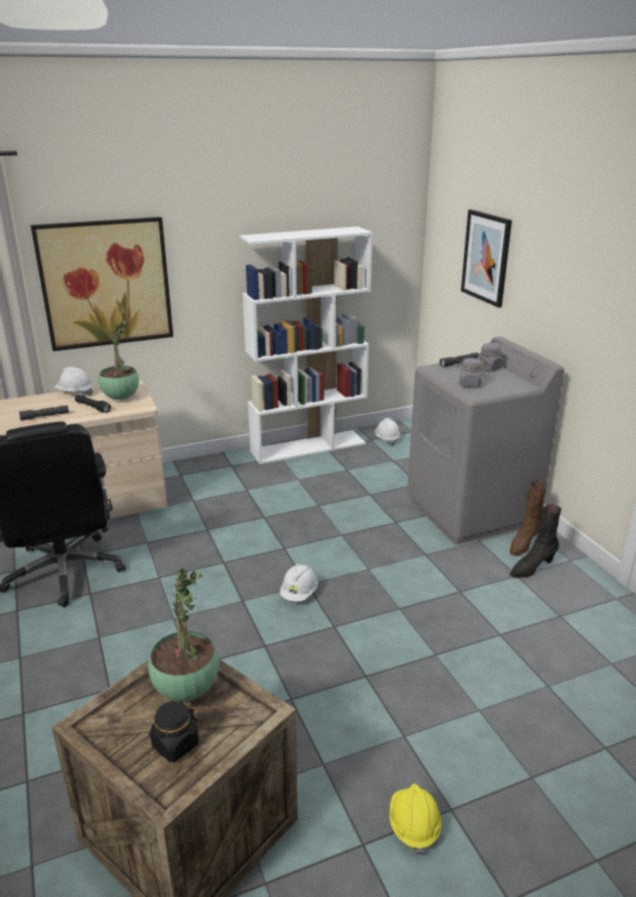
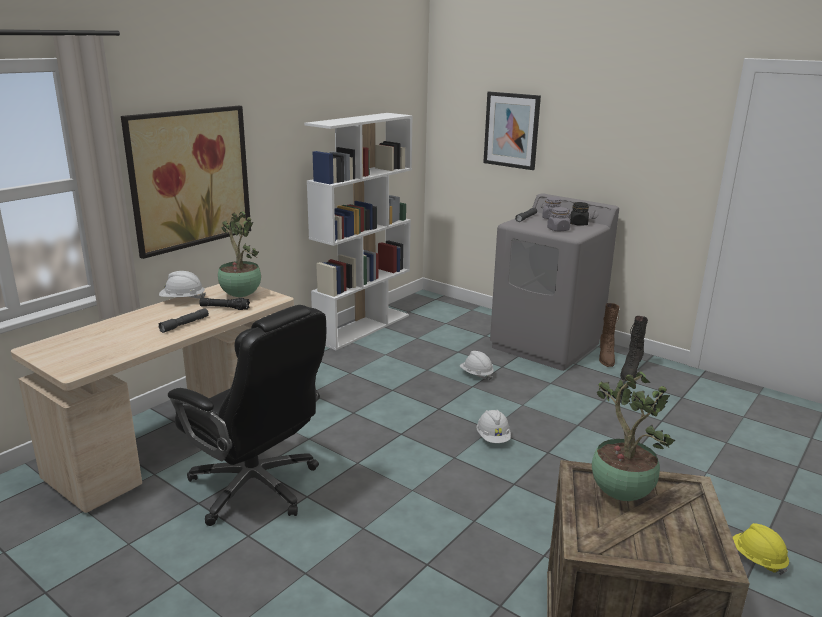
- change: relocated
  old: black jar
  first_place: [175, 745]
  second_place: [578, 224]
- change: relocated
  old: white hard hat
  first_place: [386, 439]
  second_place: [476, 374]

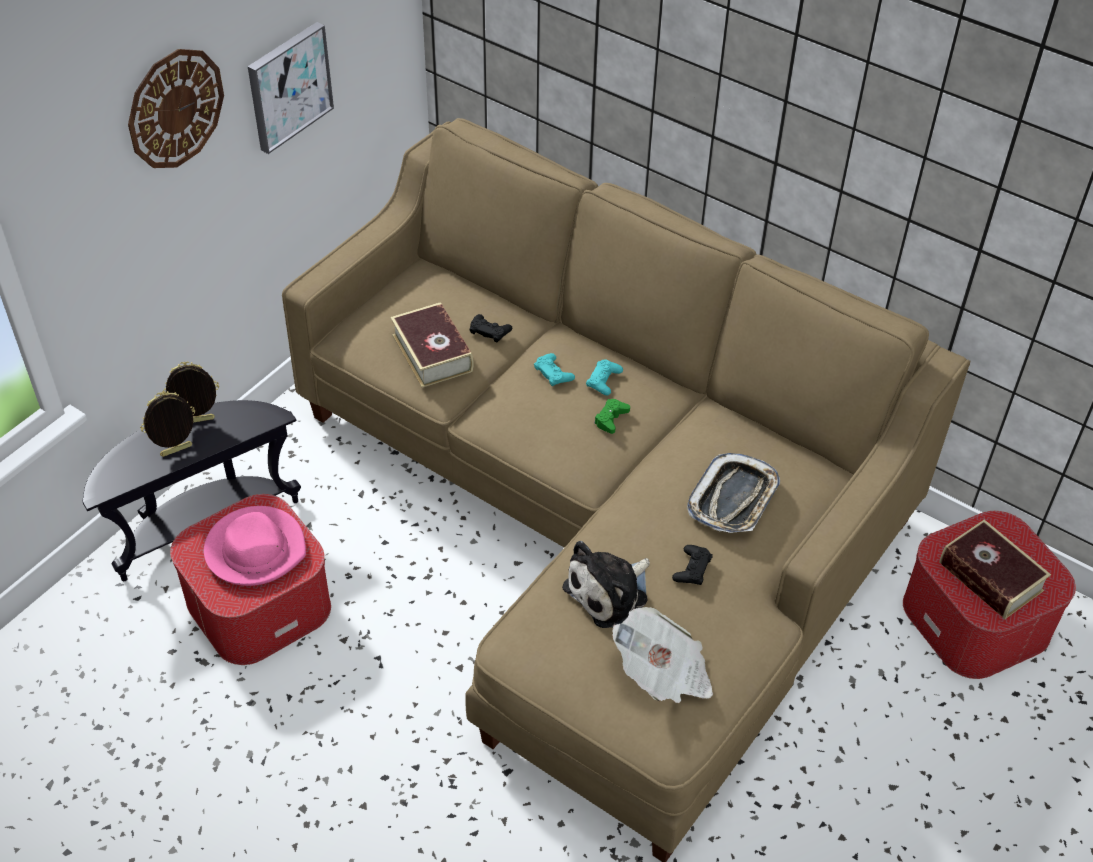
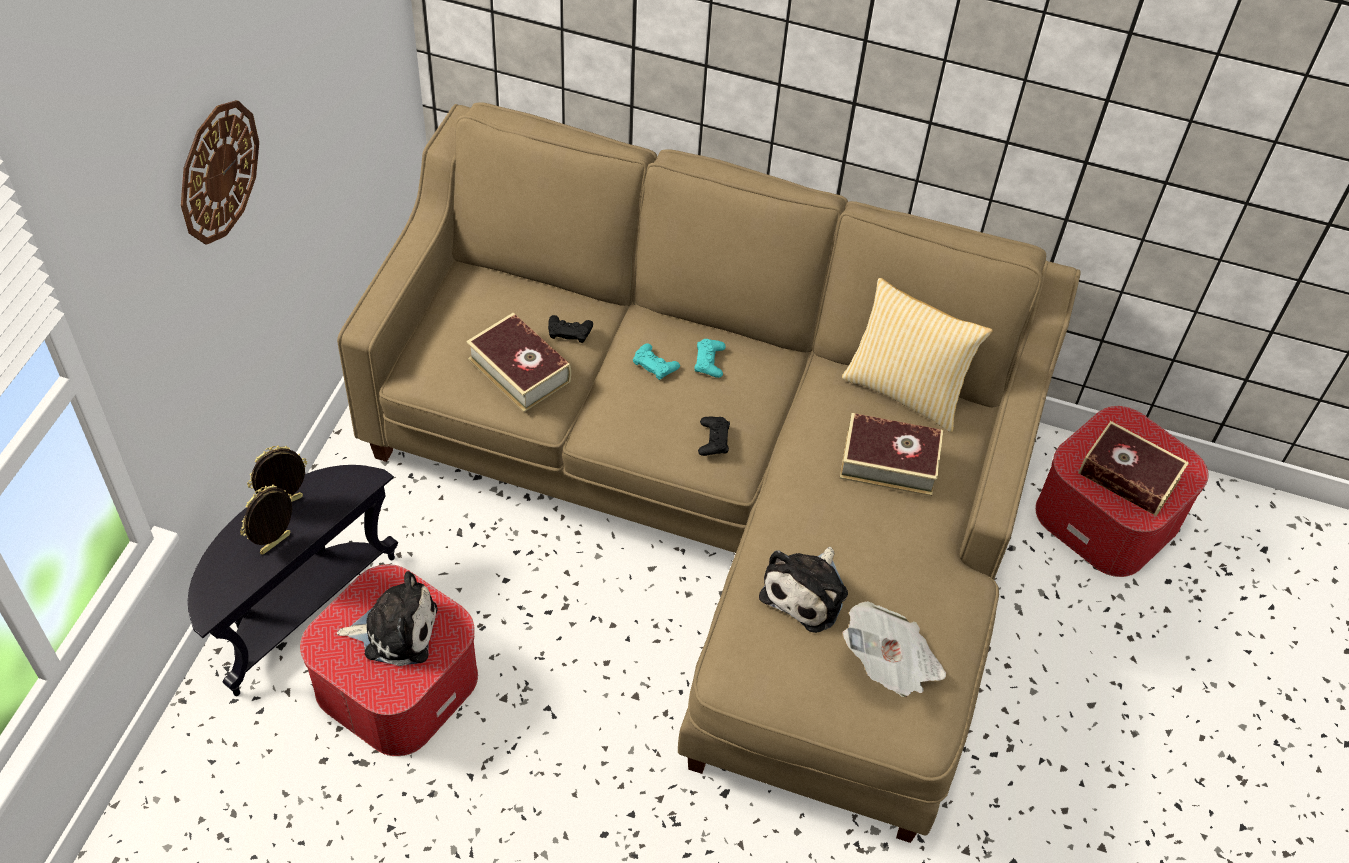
- change: missing
  old: picture
  first_place: [288, 86]
- change: missing
  old: green game controller
  first_place: [611, 419]
- change: appeared
  new: pillow
  second_place: [905, 390]
- change: relocated
  old: black game controller
  first_place: [692, 569]
  second_place: [713, 439]
- change: exchanged
  old: pink hat
  new: plush toy
  first_place: [255, 549]
  second_place: [395, 630]
- change: exchanged
  old: tray
  new: book
  first_place: [733, 499]
  second_place: [889, 462]

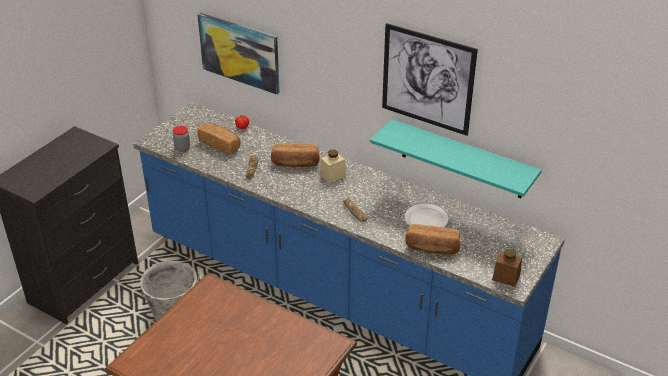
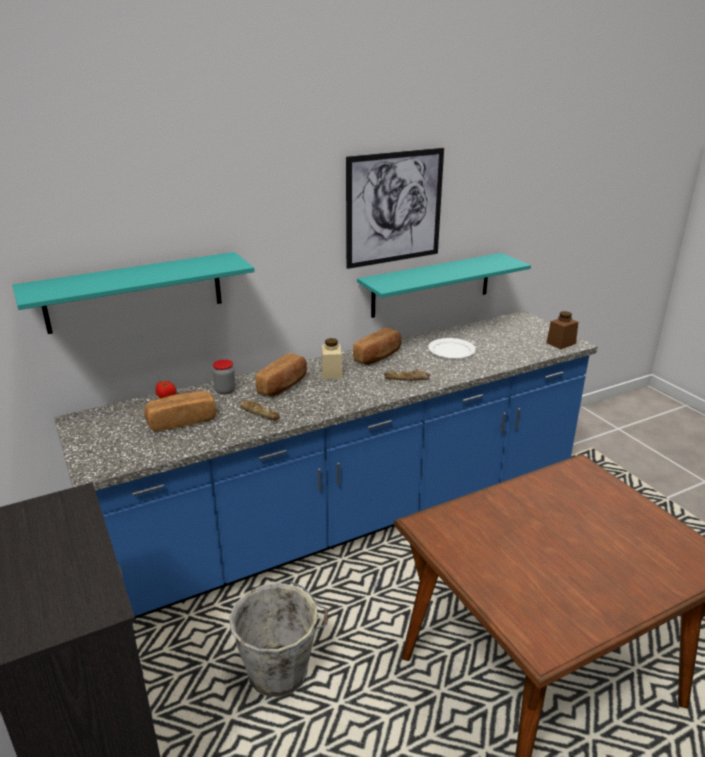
- change: relocated
  old: jar
  first_place: [182, 148]
  second_place: [225, 390]
- change: relocated
  old: bread
  first_place: [432, 248]
  second_place: [378, 356]
- change: exchanged
  old: picture
  new: turquoise shelf
  first_place: [240, 52]
  second_place: [135, 292]

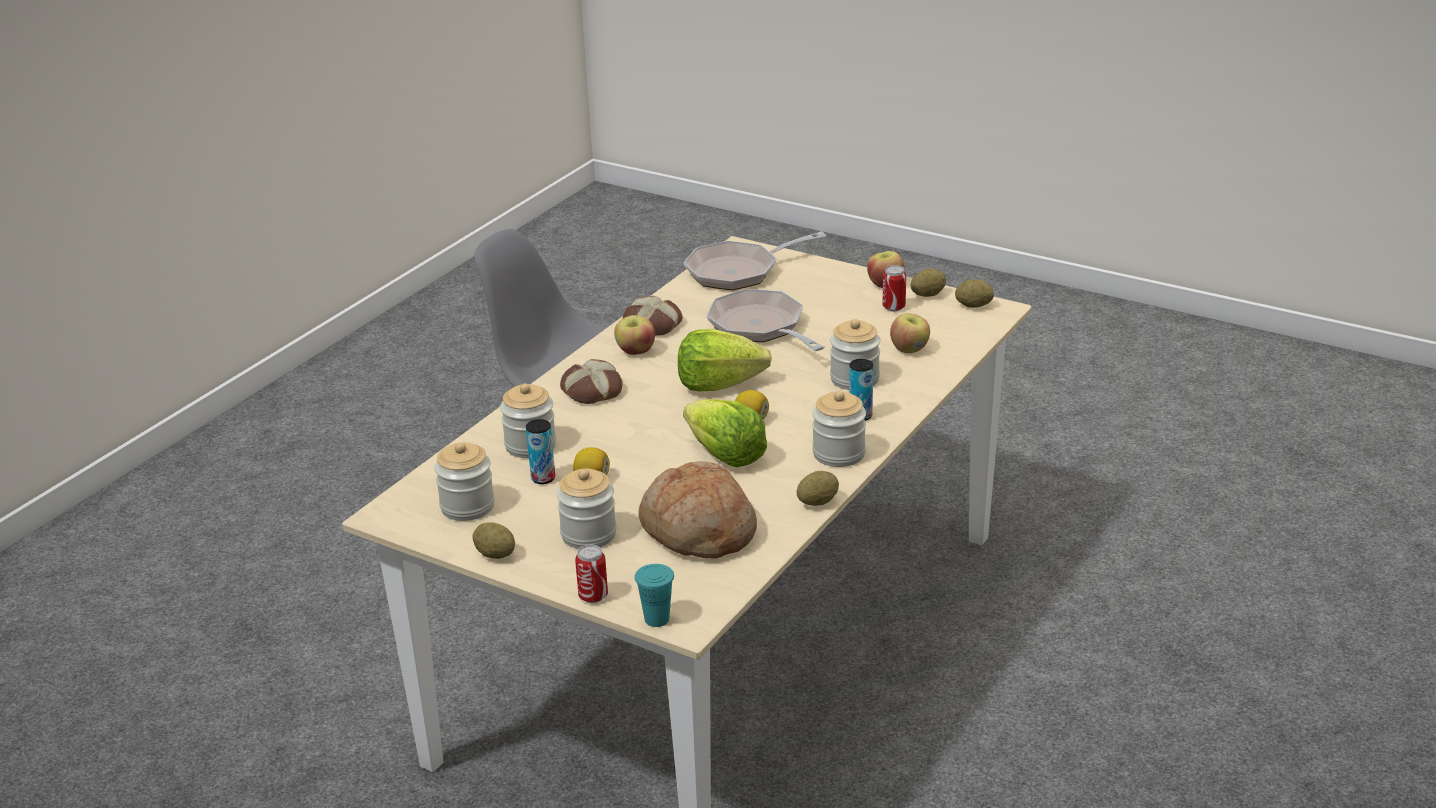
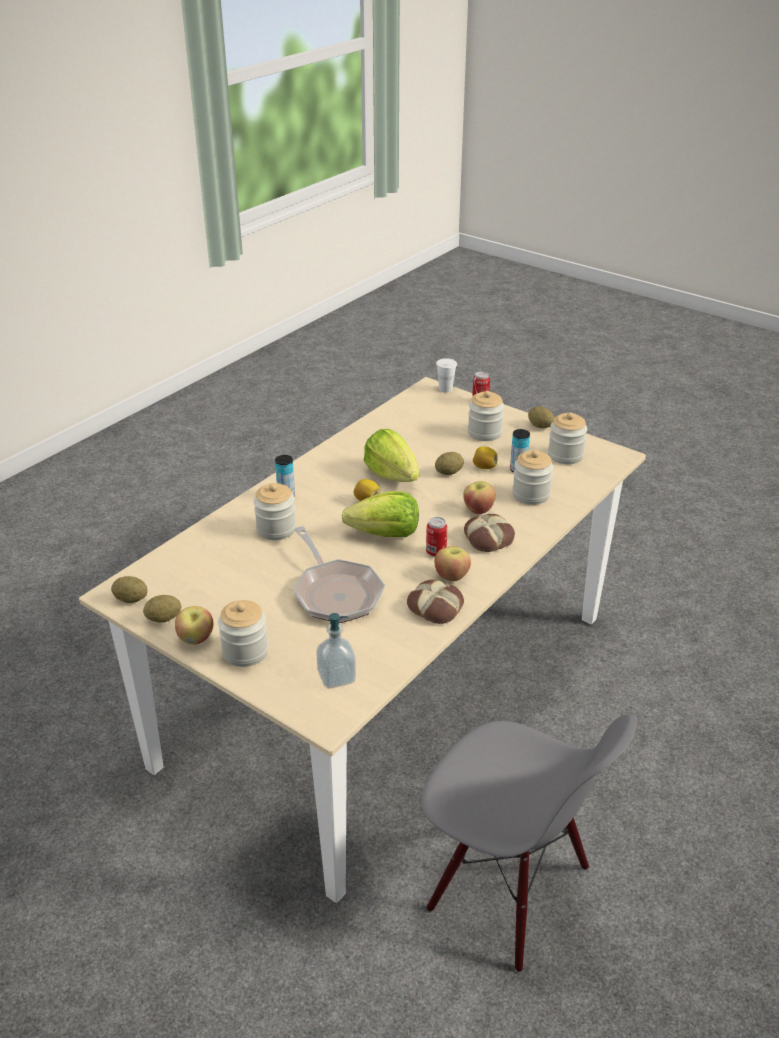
- change: missing
  old: bread
  first_place: [698, 531]
- change: relocated
  old: potato
  first_place: [817, 502]
  second_place: [449, 472]
- change: relocated
  old: jar
  first_place: [839, 454]
  second_place: [245, 651]
- change: relocated
  old: can
  first_place: [894, 307]
  second_place: [436, 552]
- change: relocated
  old: apple
  first_place: [909, 349]
  second_place: [478, 509]
- change: exchanged
  old: frying pan
  new: soap dispenser
  first_place: [739, 271]
  second_place: [336, 677]
- change: colour
  old: turquoise cup
  new: white cup
  first_place: [657, 619]
  second_place: [445, 389]

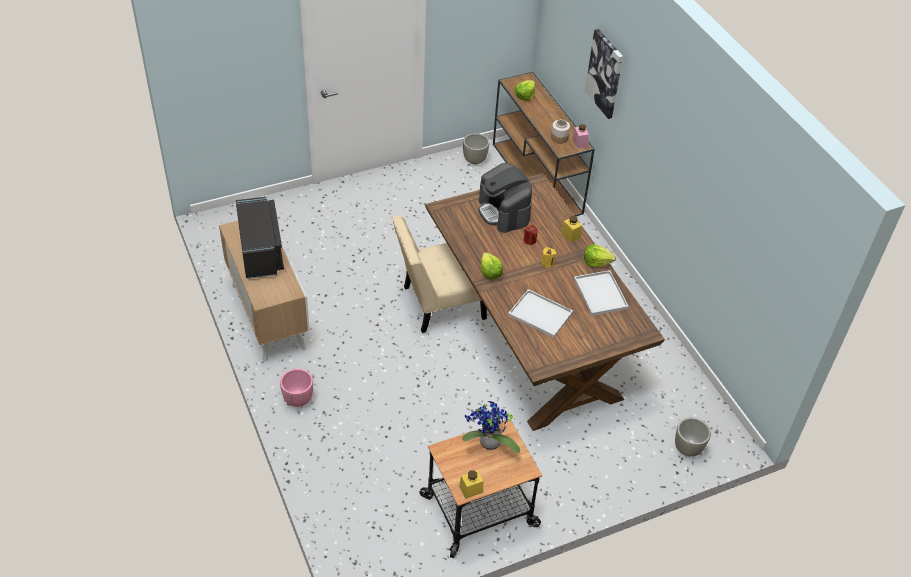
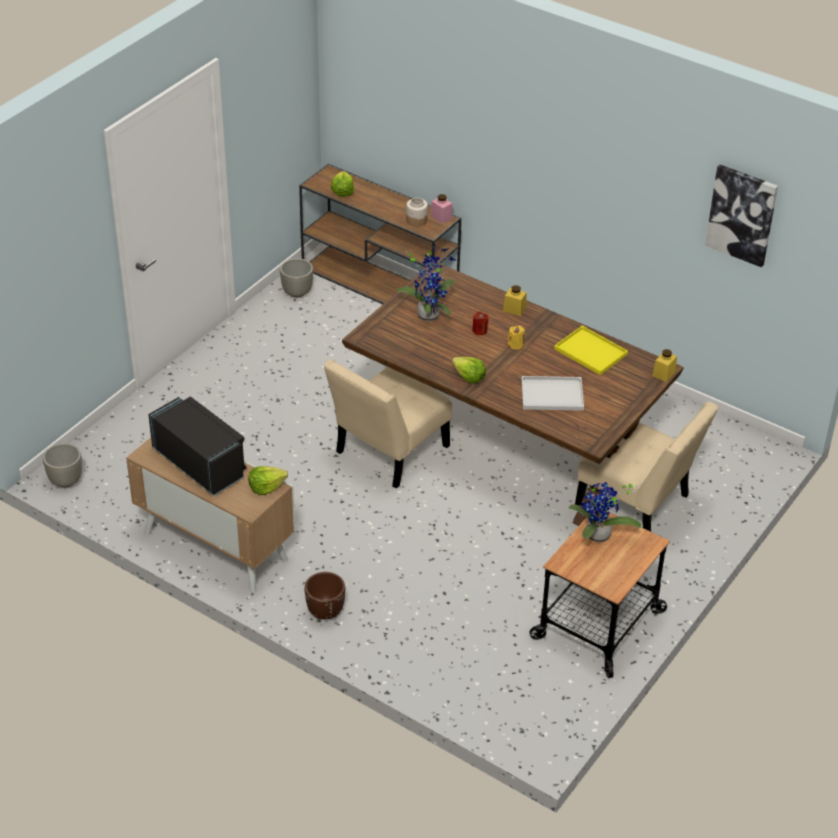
- change: appeared
  new: beige chair
  second_place: [637, 504]
- change: relocated
  old: yellow jar
  first_place: [471, 489]
  second_place: [664, 373]
- change: relocated
  old: lettuce
  first_place: [596, 262]
  second_place: [266, 486]
- change: relocated
  old: picture
  first_place: [605, 73]
  second_place: [742, 214]
- change: relocated
  old: grey planter
  first_place: [688, 449]
  second_place: [66, 481]
- change: exchanged
  old: coffee machine
  new: potted plant
  first_place: [504, 212]
  second_place: [429, 314]
- change: colour
  old: pink planter
  new: brown planter
  first_place: [298, 399]
  second_place: [326, 611]
- change: colour
  old: white tray
  new: yellow tray
  first_place: [599, 293]
  second_place: [589, 351]

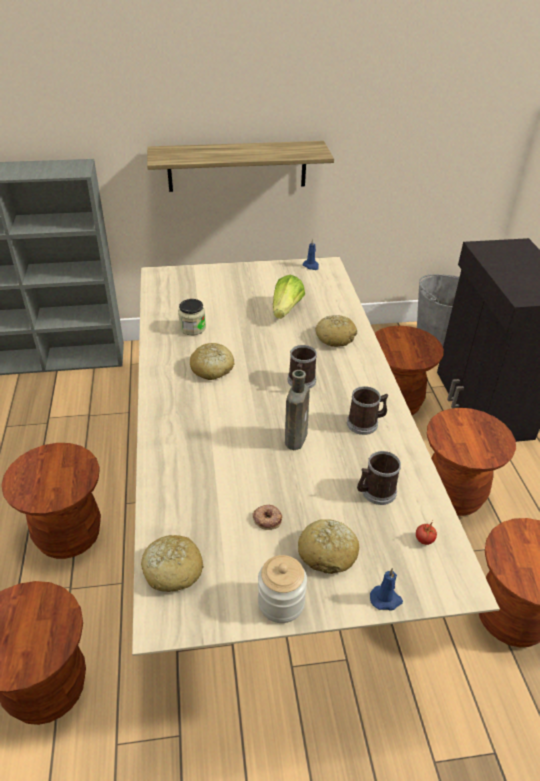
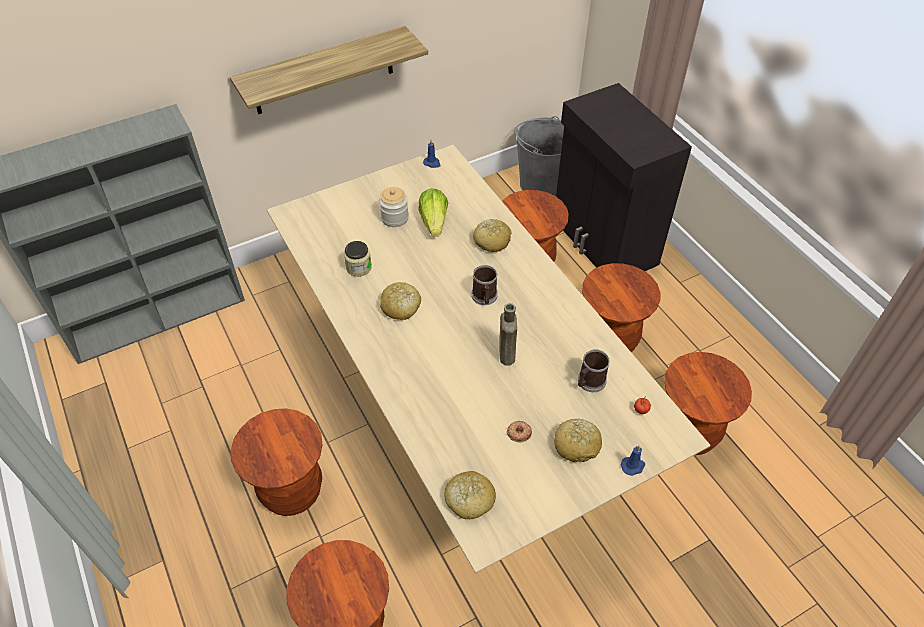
- change: missing
  old: mug
  first_place: [365, 423]
- change: relocated
  old: jar
  first_place: [281, 602]
  second_place: [394, 218]

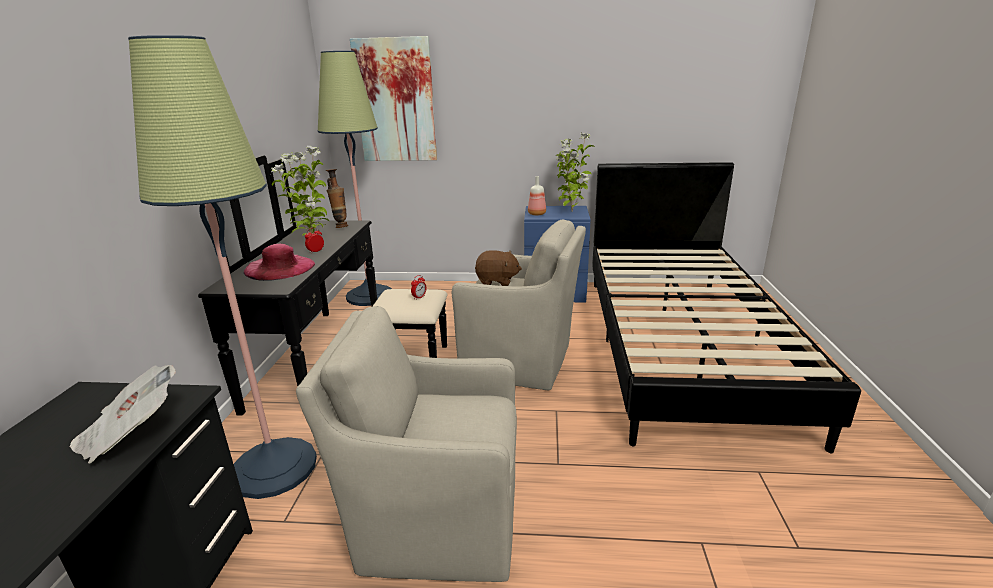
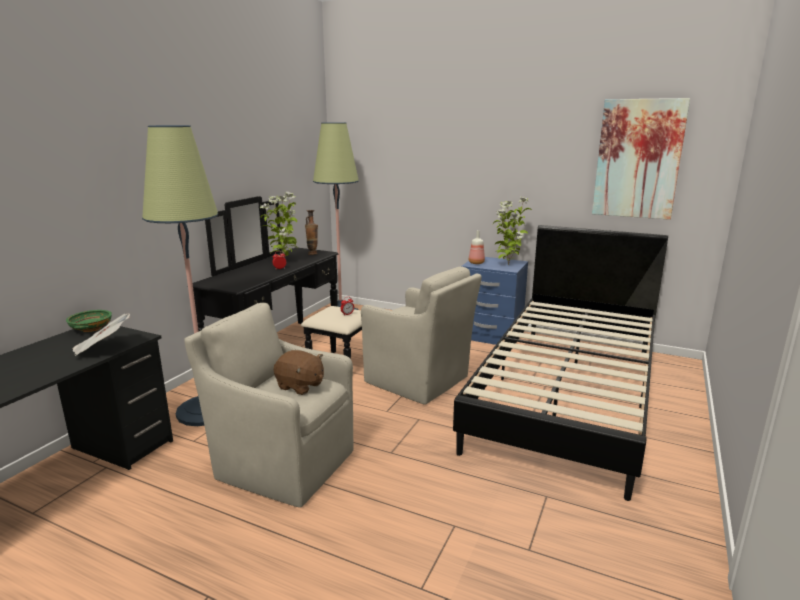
- change: missing
  old: pink hat
  first_place: [279, 267]
- change: appeared
  new: green bowl
  second_place: [91, 328]
- change: relocated
  old: picture
  first_place: [395, 101]
  second_place: [638, 159]
- change: relocated
  old: brown plush toy
  first_place: [497, 281]
  second_place: [300, 386]

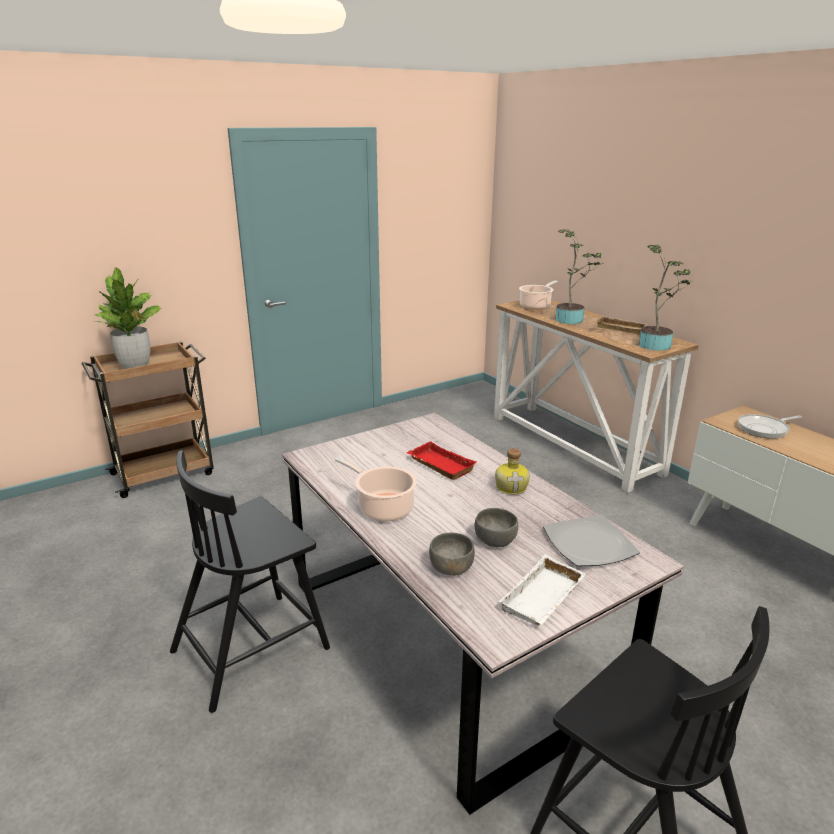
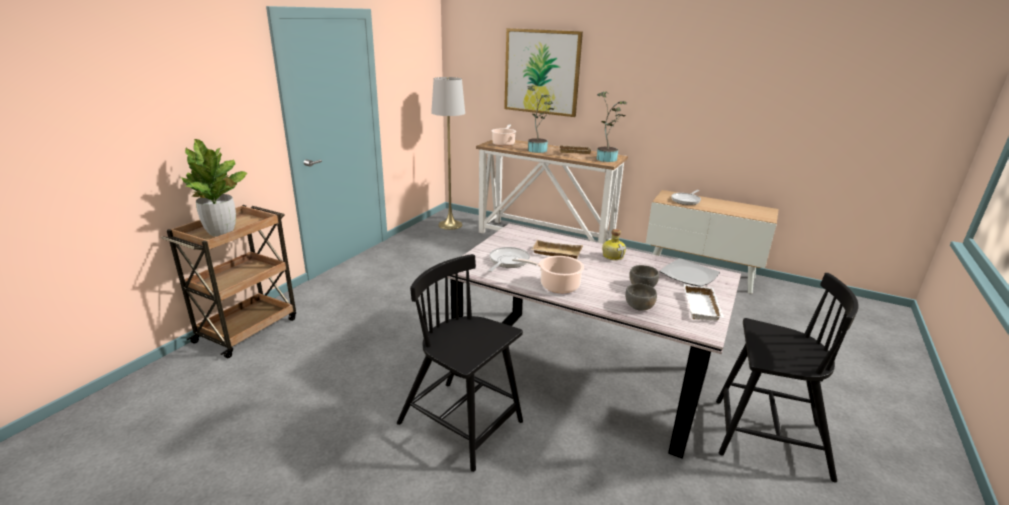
- change: appeared
  new: grey floor lamp
  second_place: [450, 225]
- change: appeared
  new: frying pan
  second_place: [507, 261]
- change: appeared
  new: picture
  second_place: [542, 72]
- change: colour
  old: red tray
  new: beige tray
  first_place: [439, 465]
  second_place: [555, 253]
- change: spun
  old: black chair
  first_place: [253, 647]
  second_place: [462, 424]
  degrees: 105

